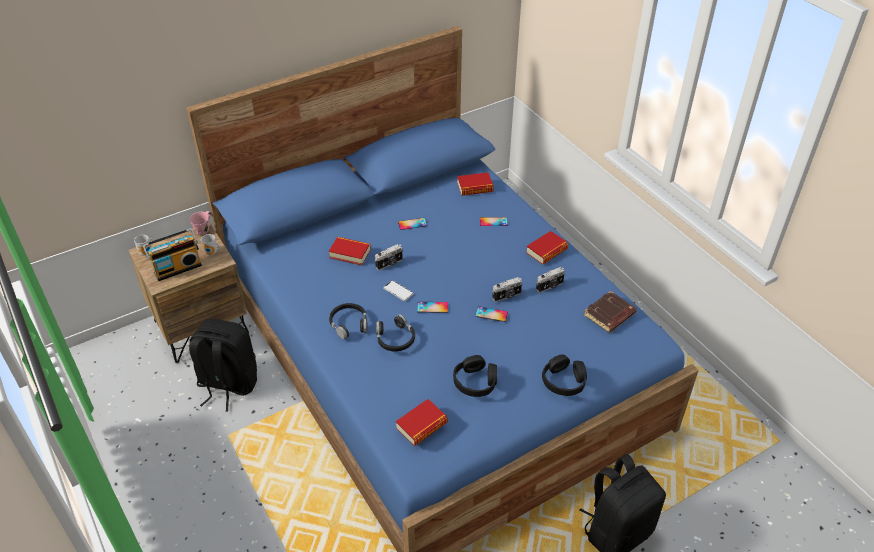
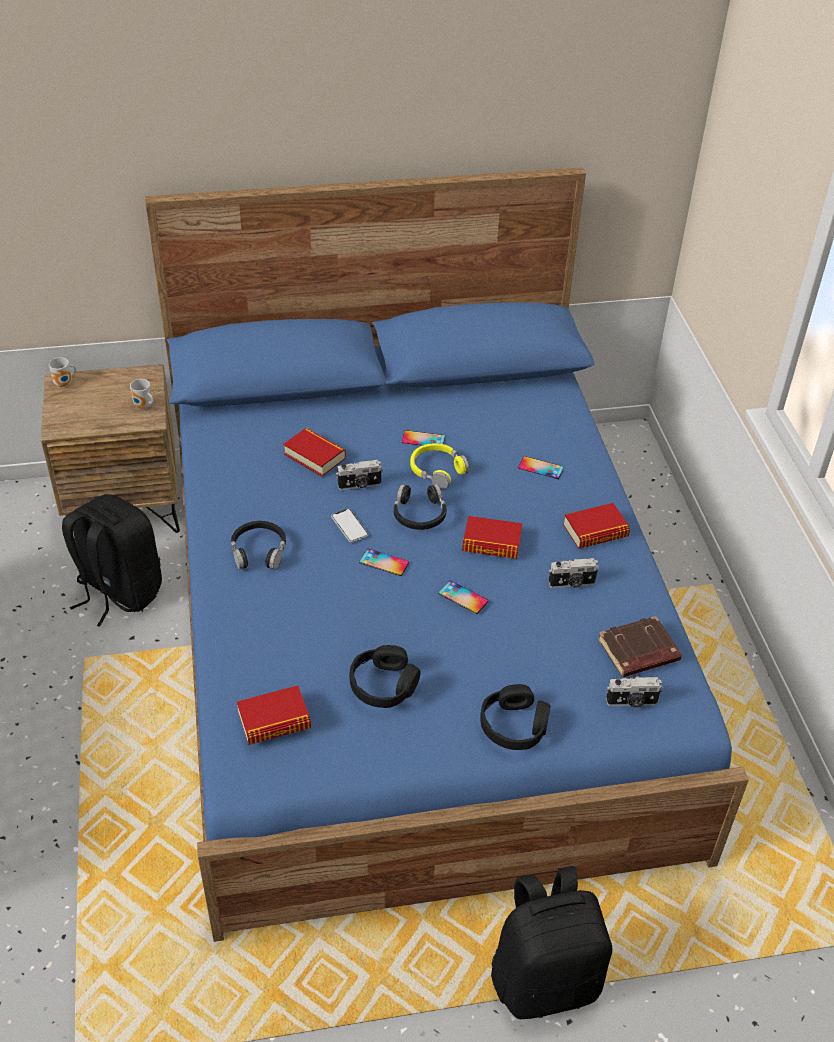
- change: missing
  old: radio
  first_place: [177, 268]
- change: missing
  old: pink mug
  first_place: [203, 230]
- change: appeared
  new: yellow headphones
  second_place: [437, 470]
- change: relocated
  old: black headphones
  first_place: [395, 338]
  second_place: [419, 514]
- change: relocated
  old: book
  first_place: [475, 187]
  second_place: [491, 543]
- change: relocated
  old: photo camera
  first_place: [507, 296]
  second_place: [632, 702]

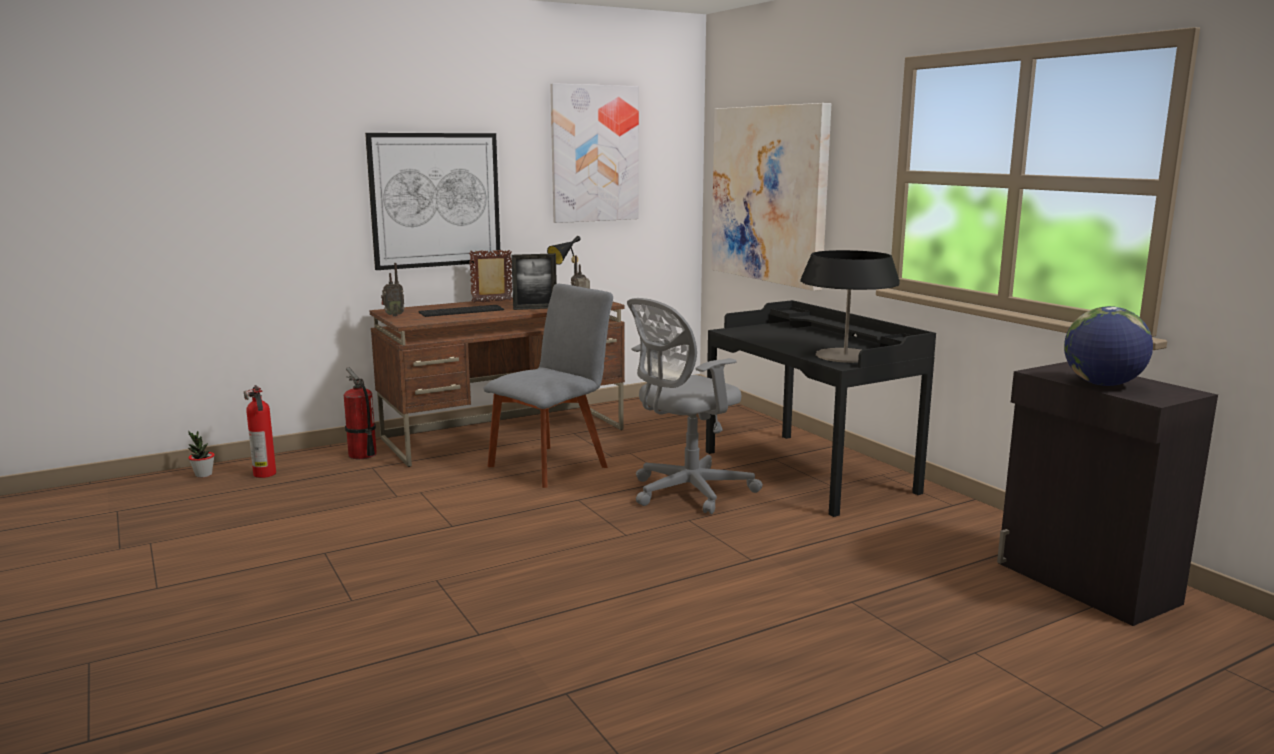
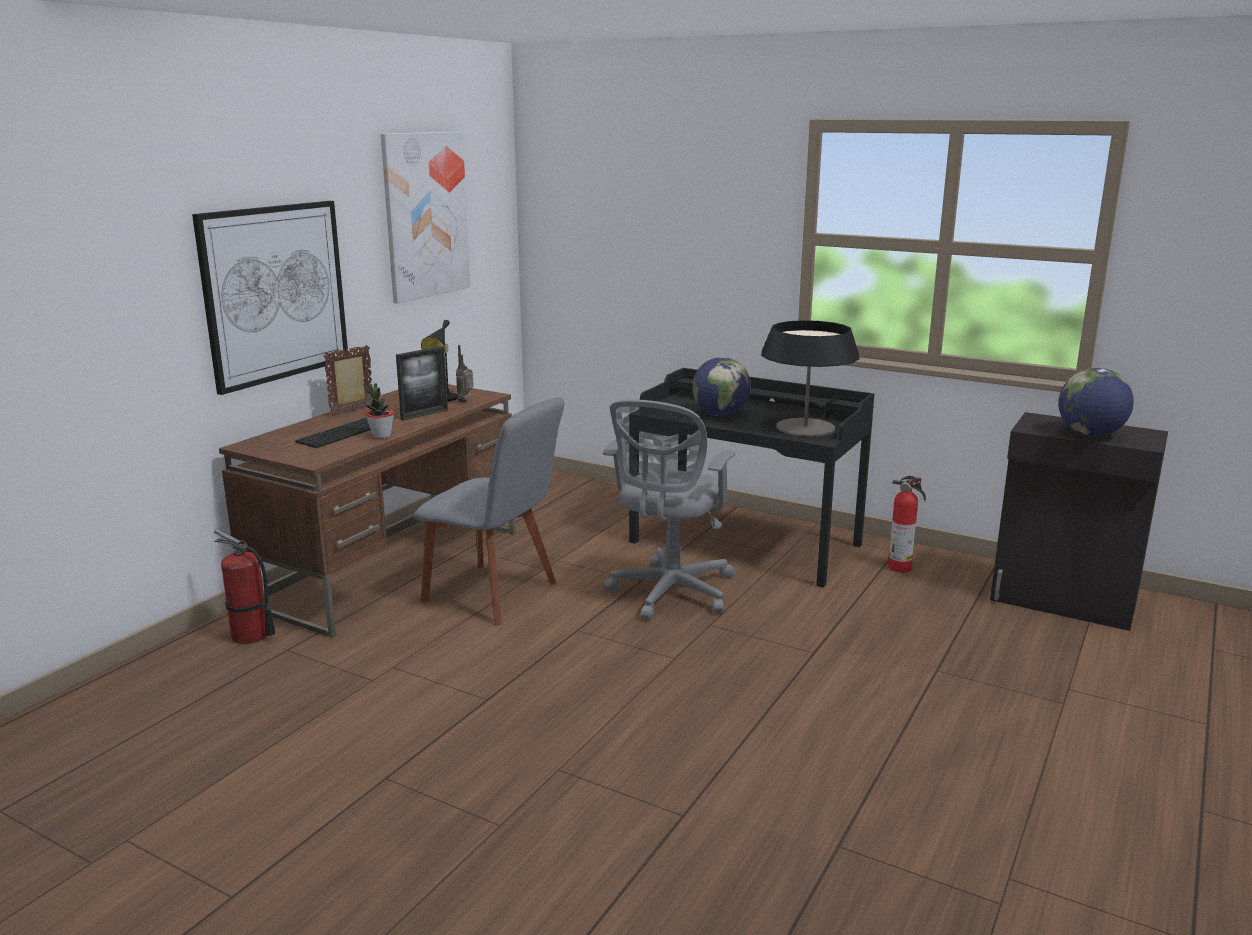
- change: missing
  old: radio
  first_place: [393, 315]
- change: missing
  old: picture
  first_place: [770, 194]
- change: appeared
  new: globe
  second_place: [720, 414]
- change: relocated
  old: potted plant
  first_place: [203, 475]
  second_place: [381, 436]
- change: relocated
  old: fire extinguisher
  first_place: [265, 474]
  second_place: [901, 568]
- change: spun
  old: grey chair
  first_place: [552, 465]
  second_place: [495, 594]
  degrees: 105

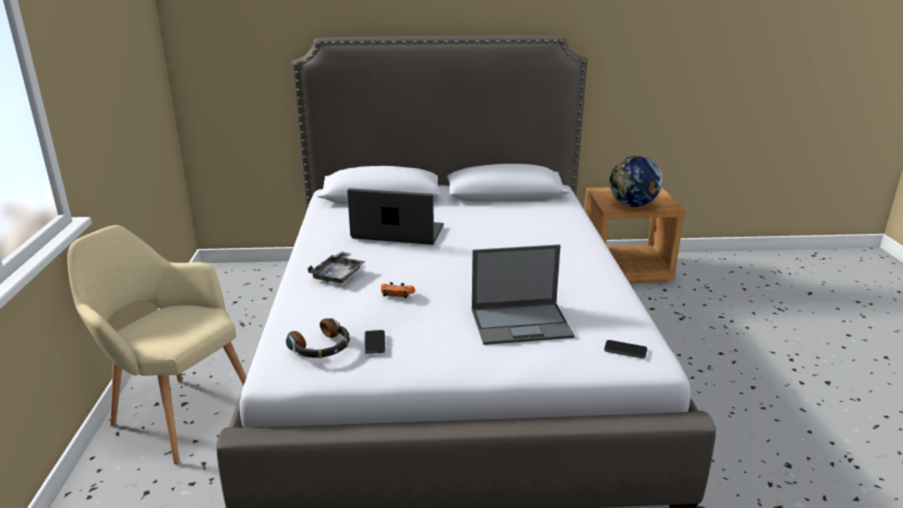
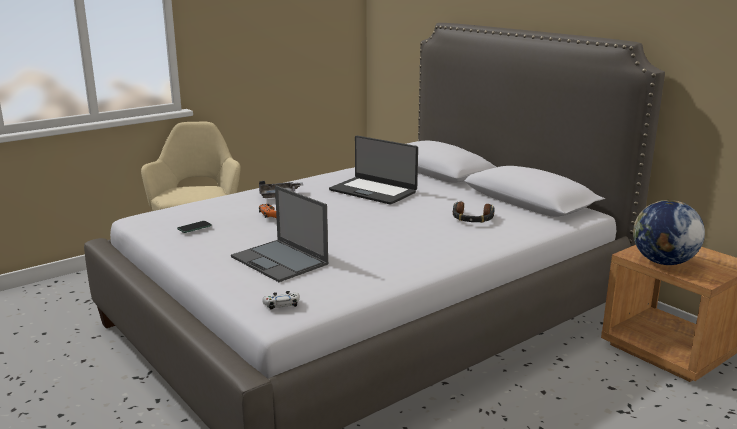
- change: relocated
  old: headphones
  first_place: [321, 347]
  second_place: [472, 219]
- change: exchanged
  old: phone
  new: white game controller
  first_place: [625, 350]
  second_place: [282, 305]
- change: spun
  old: laptop
  first_place: [397, 233]
  second_place: [373, 191]
  degrees: 150

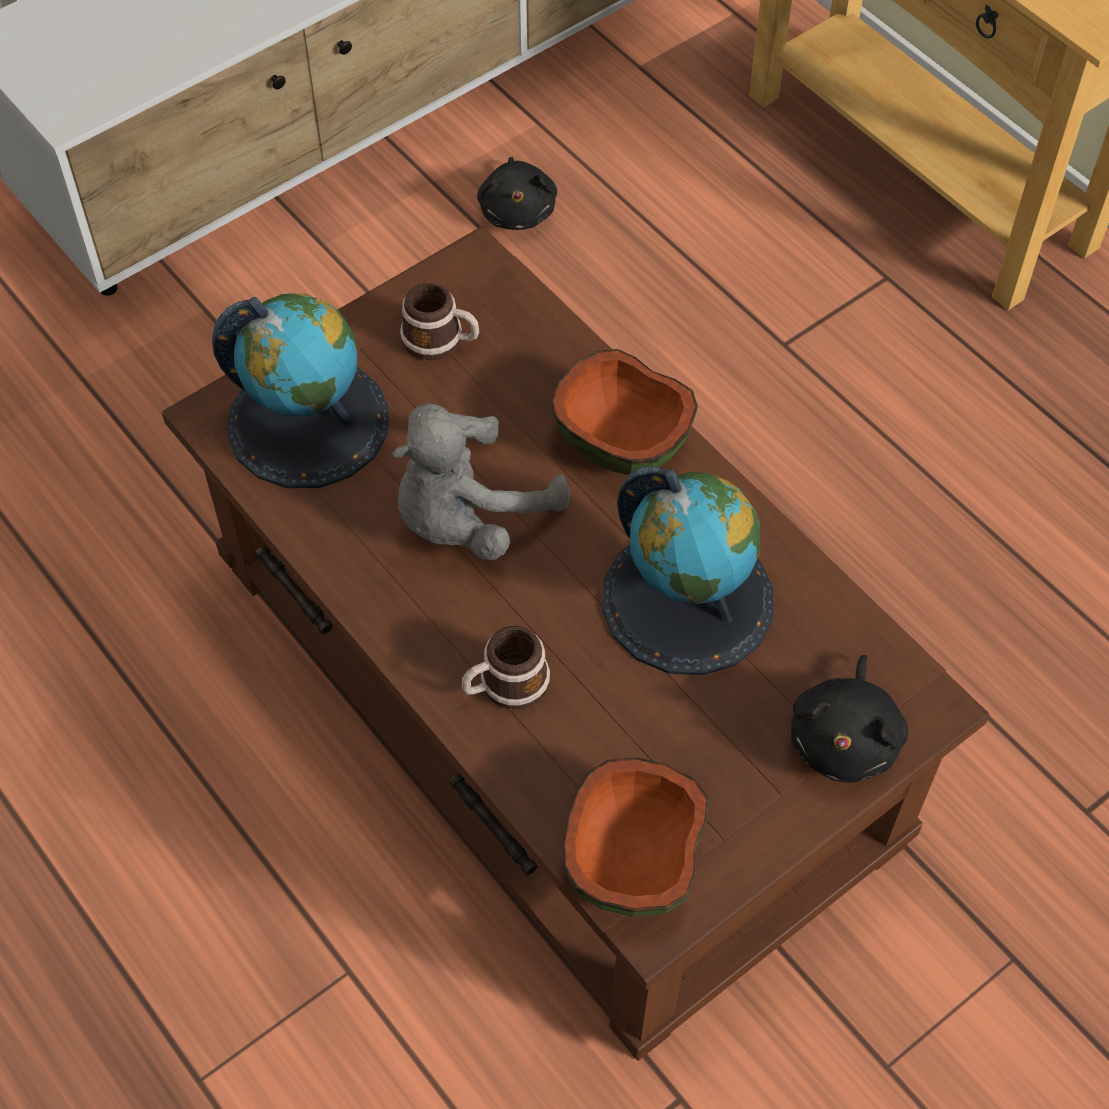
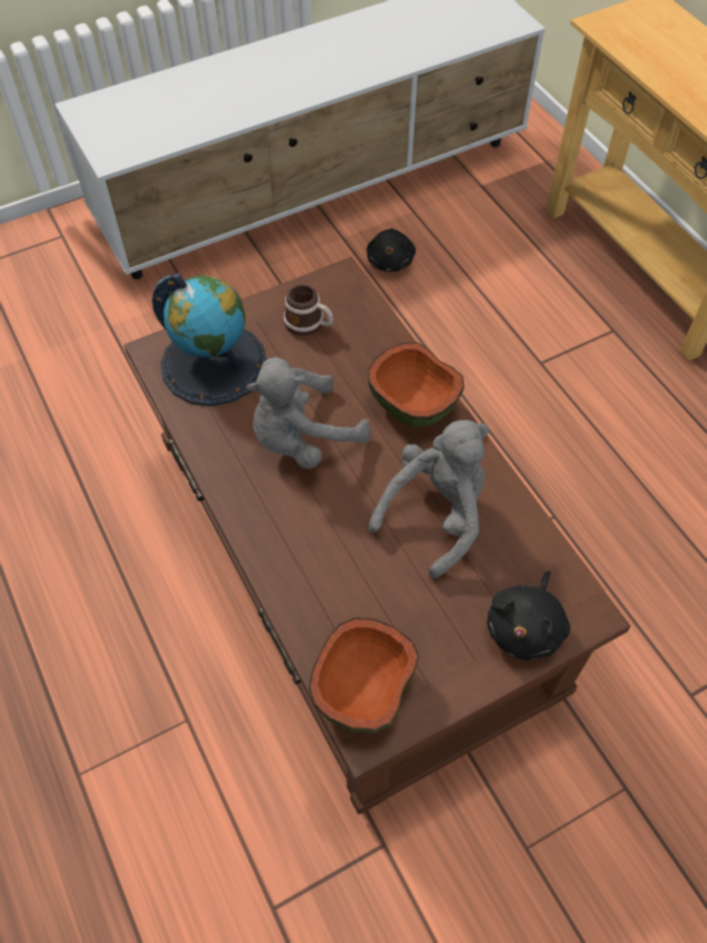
- change: missing
  old: mug
  first_place: [505, 686]
- change: exchanged
  old: globe
  new: grey plush toy
  first_place: [688, 599]
  second_place: [436, 514]

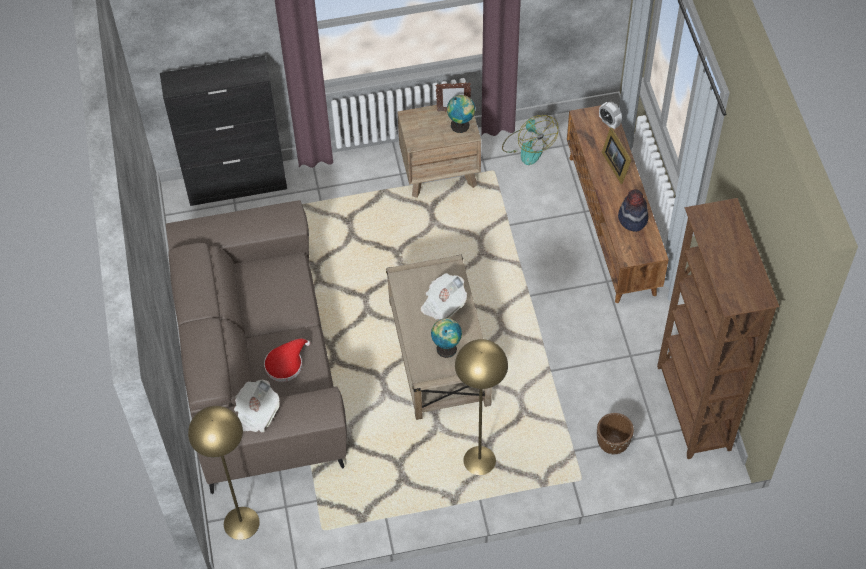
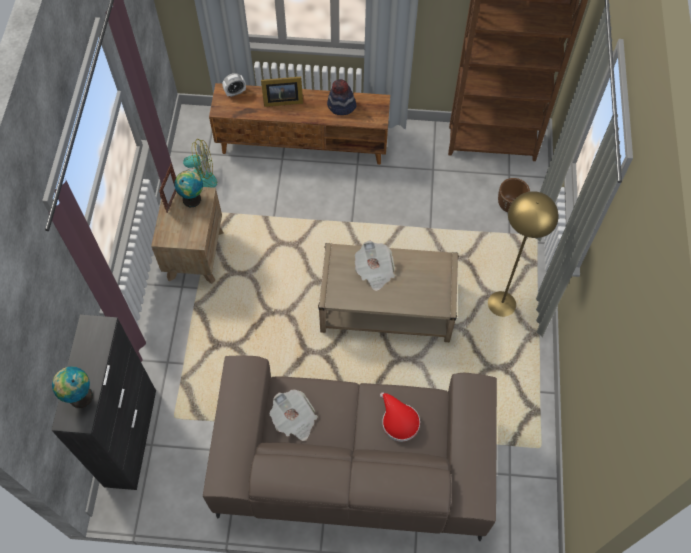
- change: missing
  old: yellow floor lamp
  first_place: [241, 523]
- change: relocated
  old: newspaper
  first_place: [256, 413]
  second_place: [294, 420]
- change: relocated
  old: globe
  first_place: [446, 347]
  second_place: [79, 396]

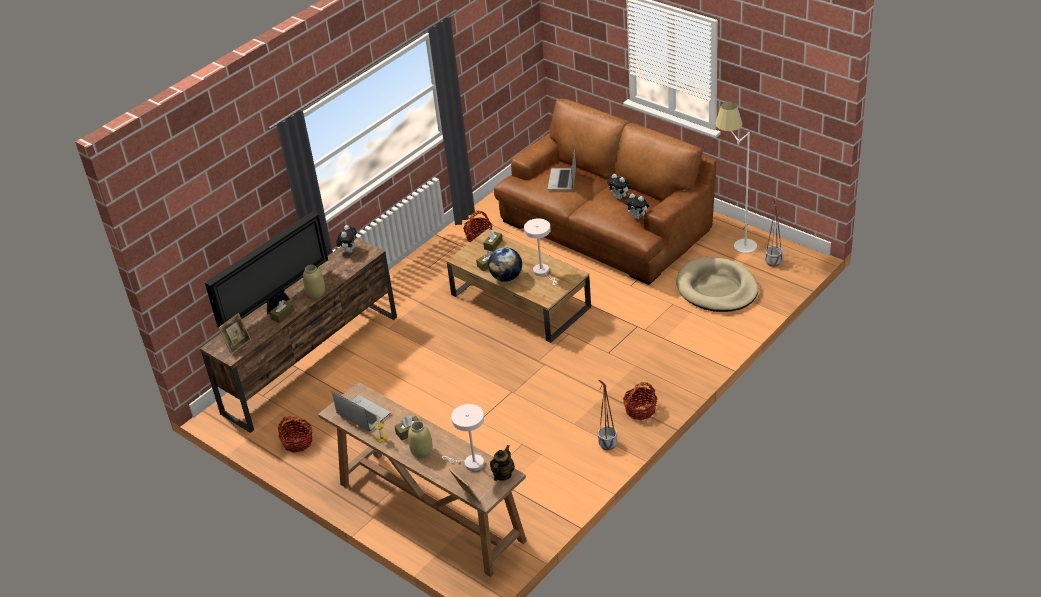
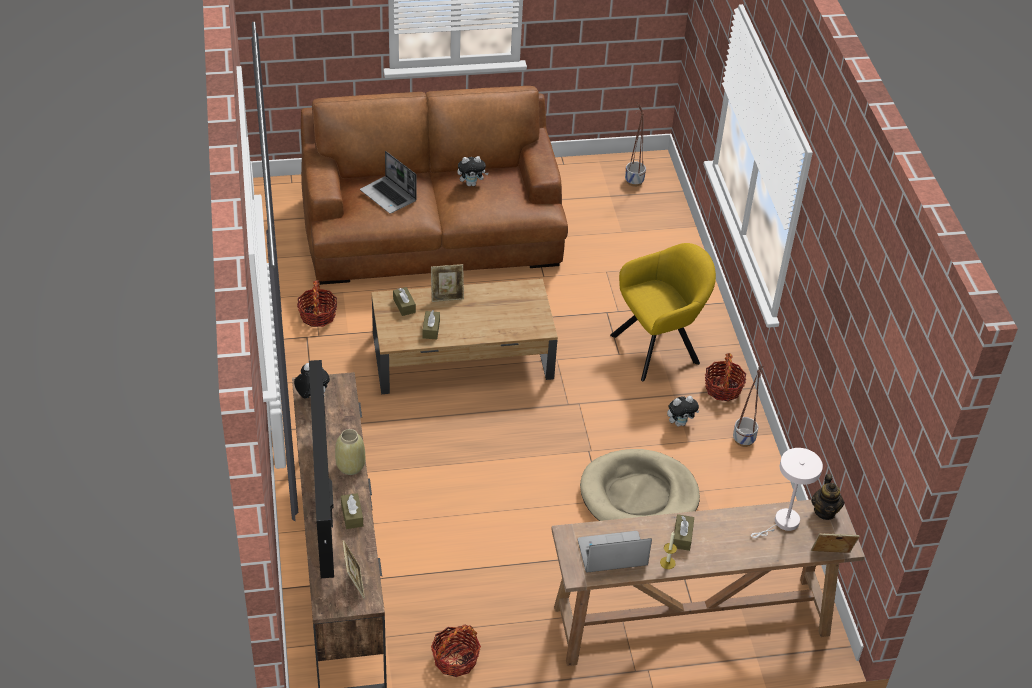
- change: missing
  old: beige vase
  first_place: [421, 451]
- change: missing
  old: globe
  first_place: [506, 277]
- change: missing
  old: white table lamp
  first_place: [543, 272]
- change: missing
  old: white floor lamp
  first_place: [735, 244]
- change: appeared
  new: picture frame
  second_place: [447, 296]
- change: appeared
  new: yellow armchair
  second_place: [660, 348]
- change: relocated
  old: plush toy
  first_place: [638, 217]
  second_place: [680, 423]
- change: relocated
  old: beige dog bed
  first_place: [717, 288]
  second_place: [639, 496]
- change: spun
  old: teapot
  first_place: [503, 474]
  second_place: [825, 511]
  degrees: -150

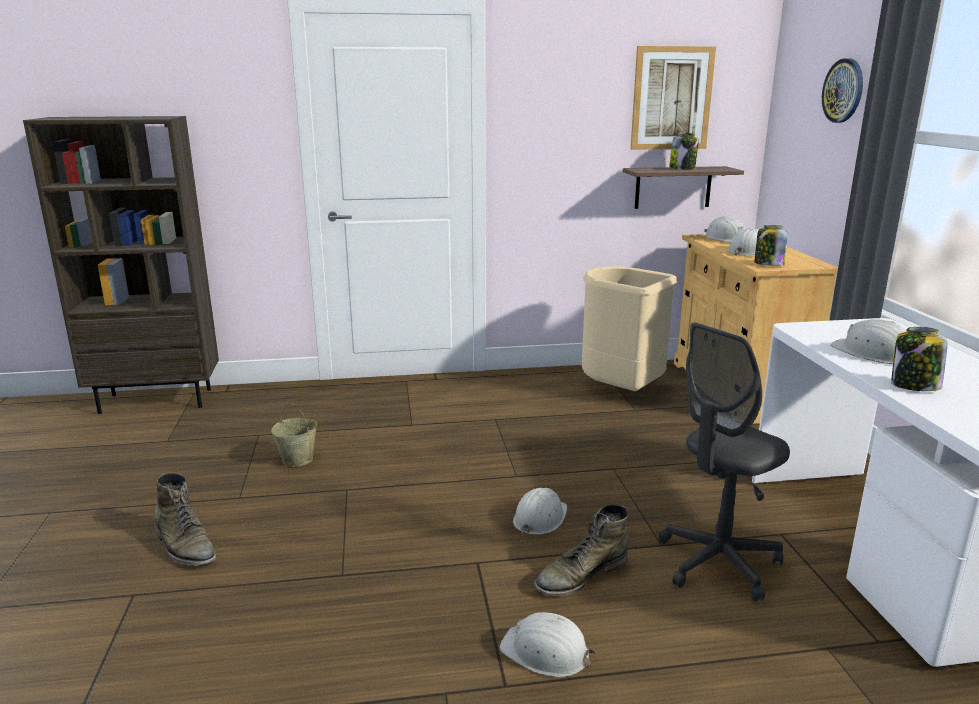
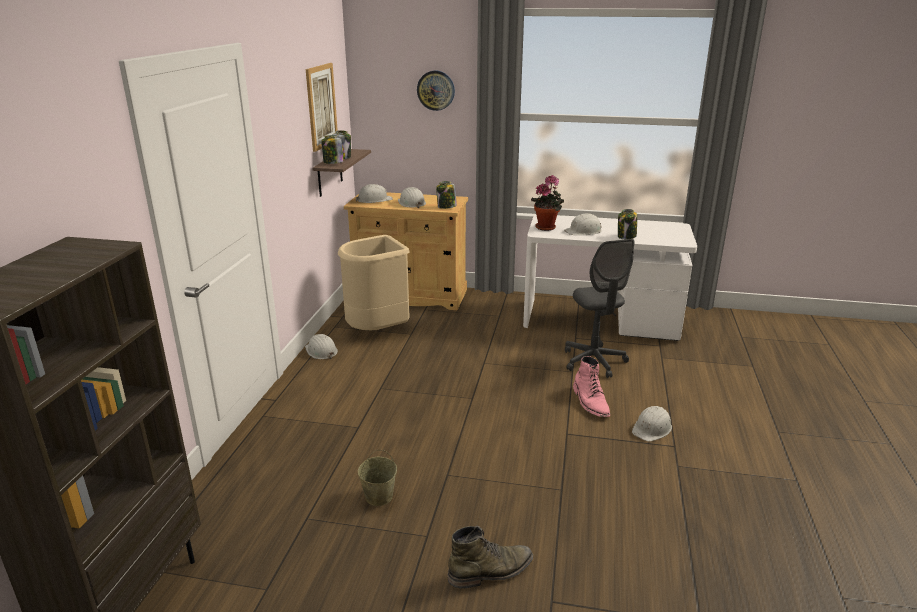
- change: appeared
  new: jar
  second_place: [333, 163]
- change: appeared
  new: potted plant
  second_place: [547, 227]
- change: relocated
  old: white hard hat
  first_place: [540, 518]
  second_place: [321, 351]
- change: colour
  old: green boot
  new: pink boot
  first_place: [580, 574]
  second_place: [590, 402]

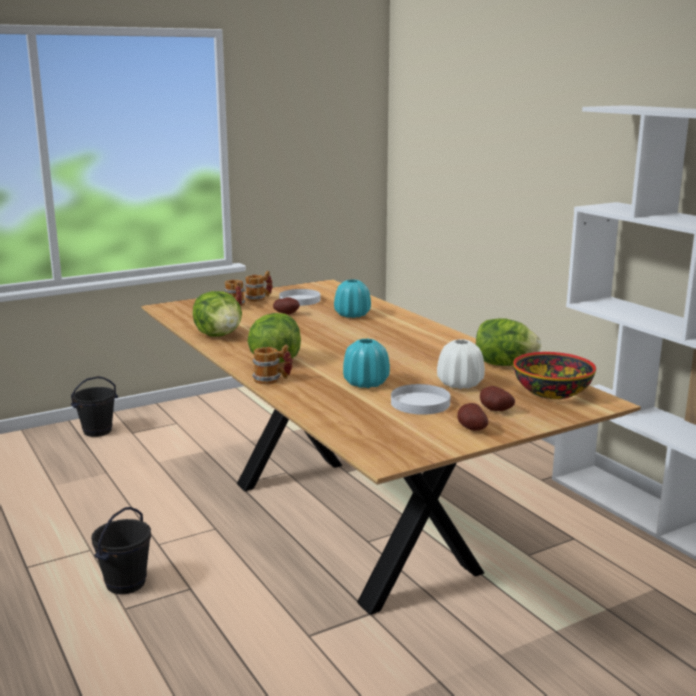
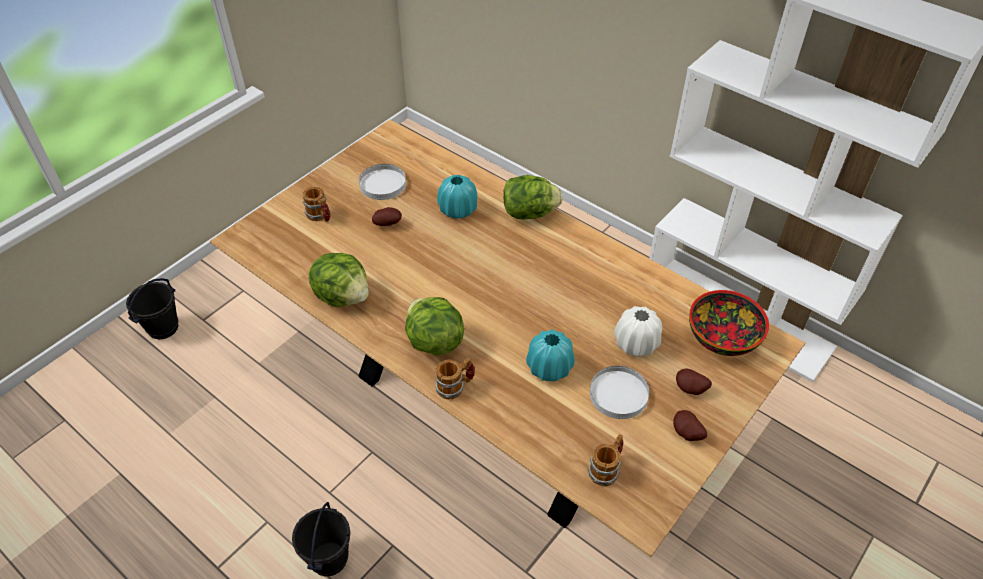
- change: relocated
  old: mug
  first_place: [259, 298]
  second_place: [606, 468]
- change: relocated
  old: lettuce
  first_place: [504, 364]
  second_place: [529, 213]

